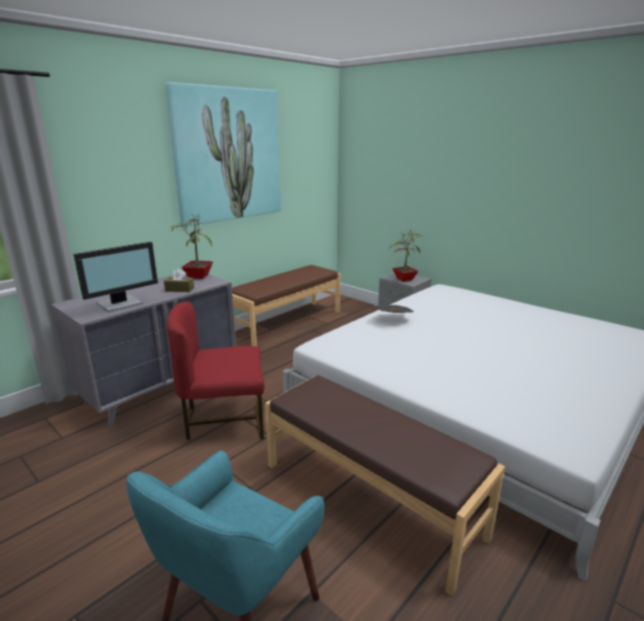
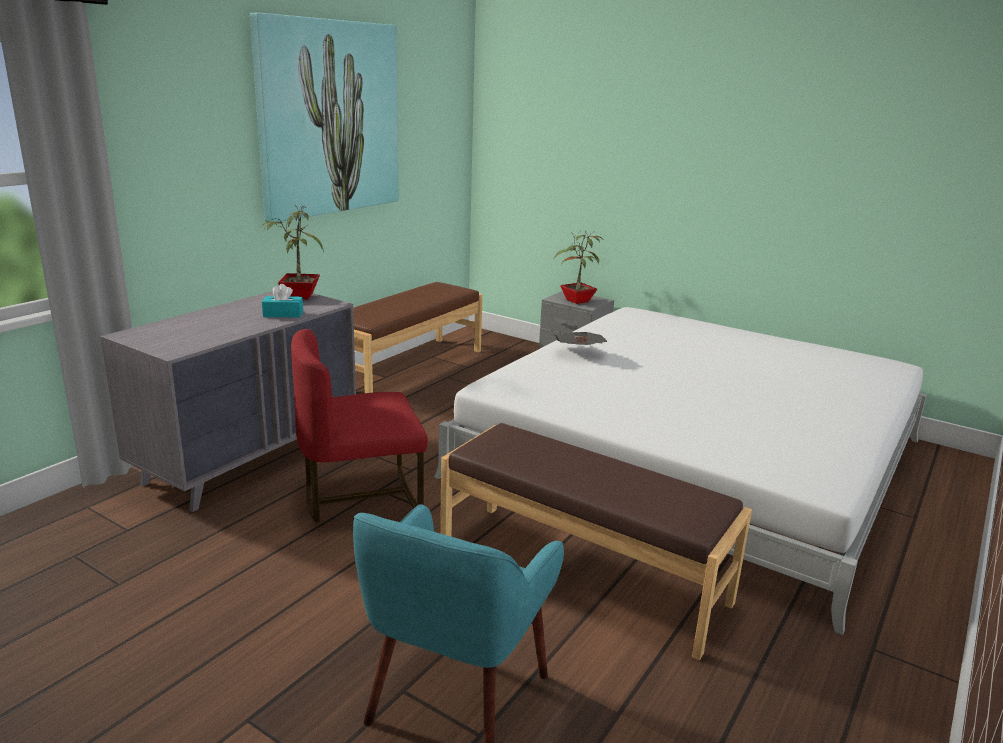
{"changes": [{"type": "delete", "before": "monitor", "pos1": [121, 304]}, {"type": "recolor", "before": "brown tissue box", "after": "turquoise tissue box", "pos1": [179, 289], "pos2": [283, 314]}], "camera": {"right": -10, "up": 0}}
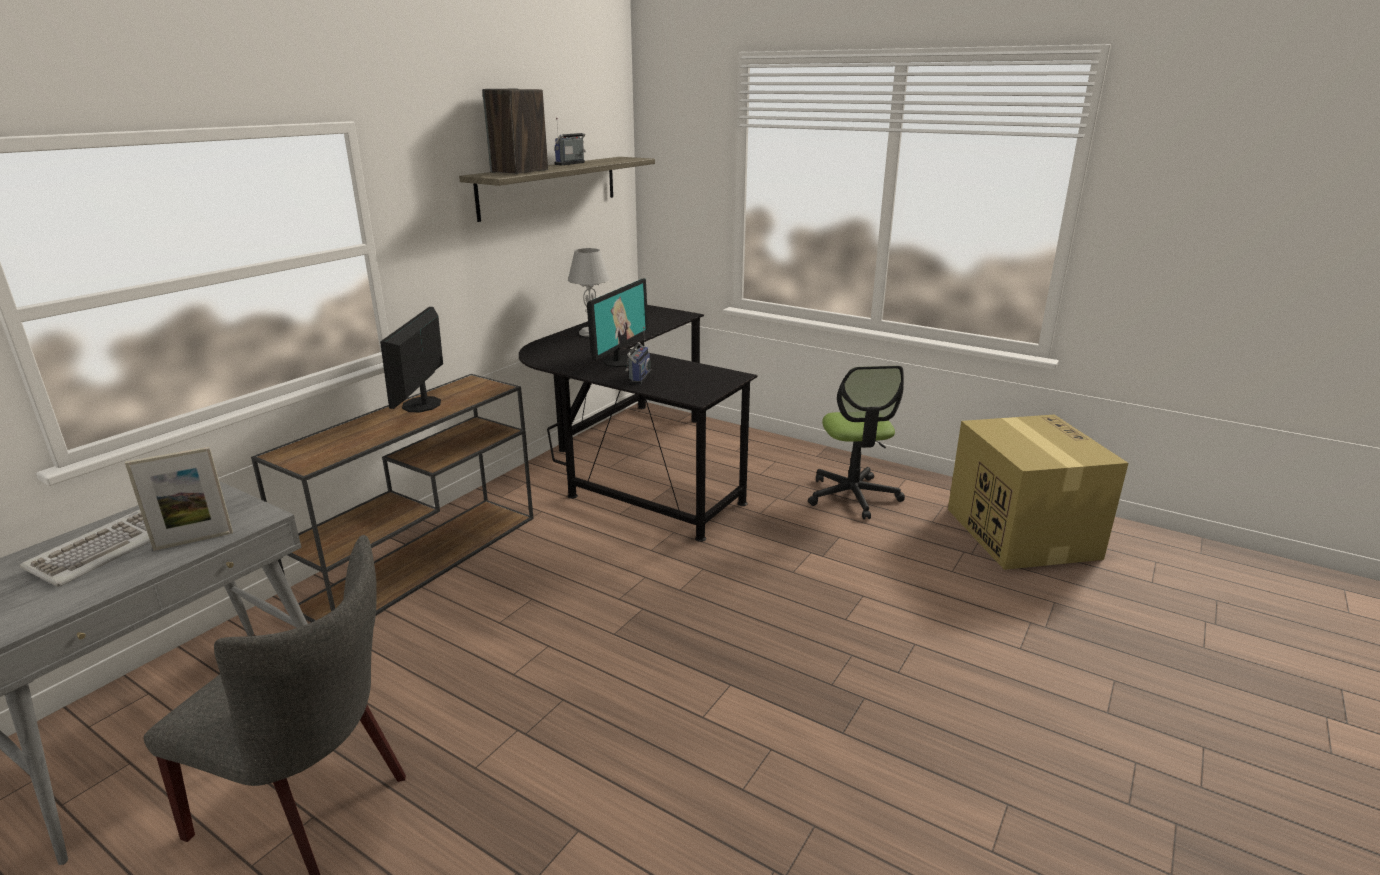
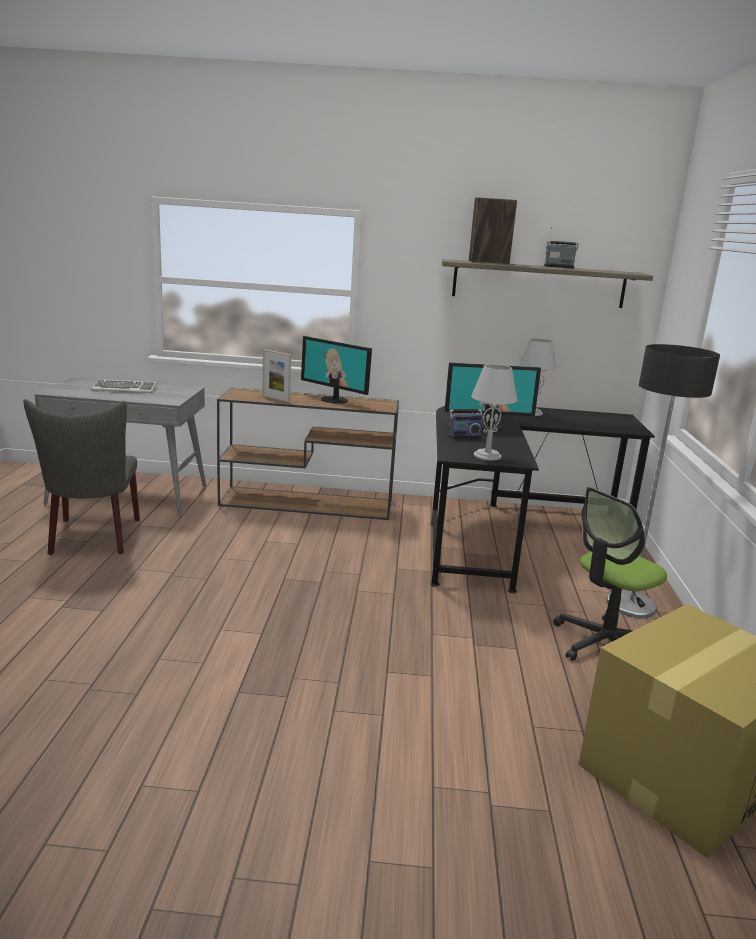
{"changes": [{"type": "insert", "after": "grey table lamp", "pos2": [487, 456]}, {"type": "insert", "after": "floor lamp", "pos2": [631, 605]}, {"type": "move", "before": "picture frame", "pos1": [194, 541], "pos2": [276, 399]}, {"type": "rotate", "before": "monitor", "pos1": [422, 404], "pos2": [334, 400], "turn": -120}], "camera": {"right": 60, "up": -5}}
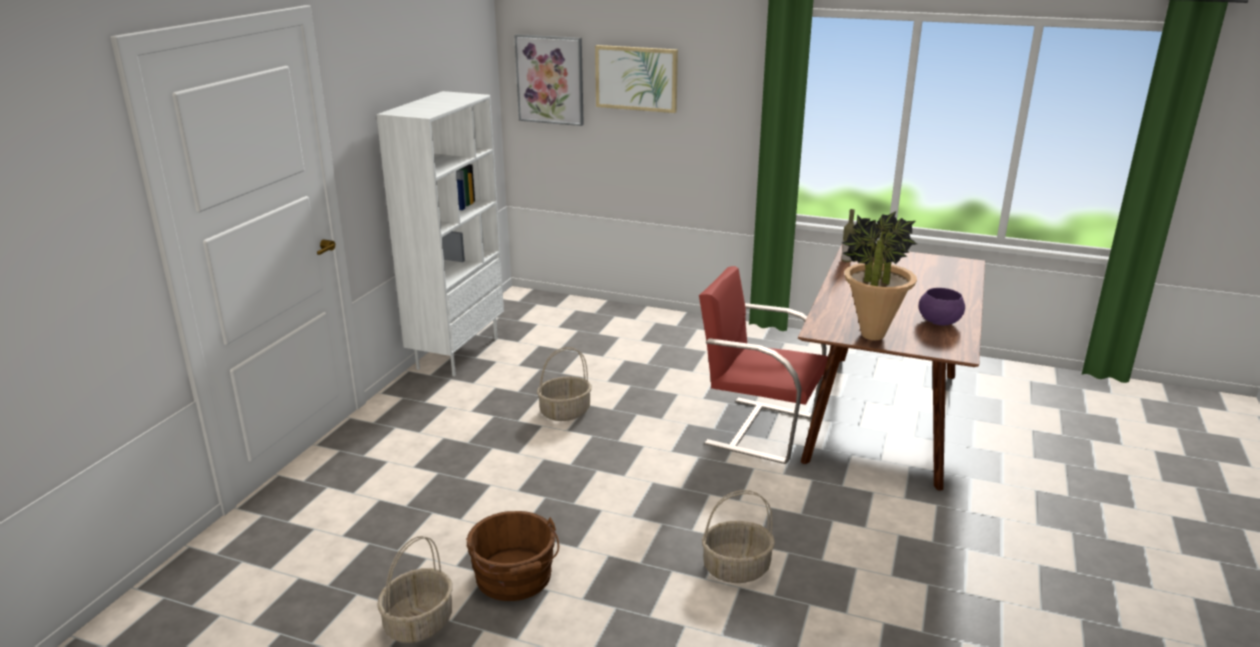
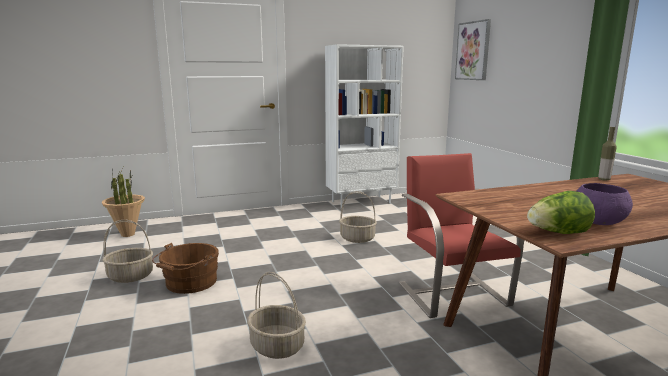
{"changes": [{"type": "delete", "before": "picture", "pos1": [636, 78]}, {"type": "insert", "after": "lettuce", "pos2": [558, 233]}, {"type": "move", "before": "potted plant", "pos1": [872, 335], "pos2": [127, 234]}], "camera": {"right": 50, "up": -10}}
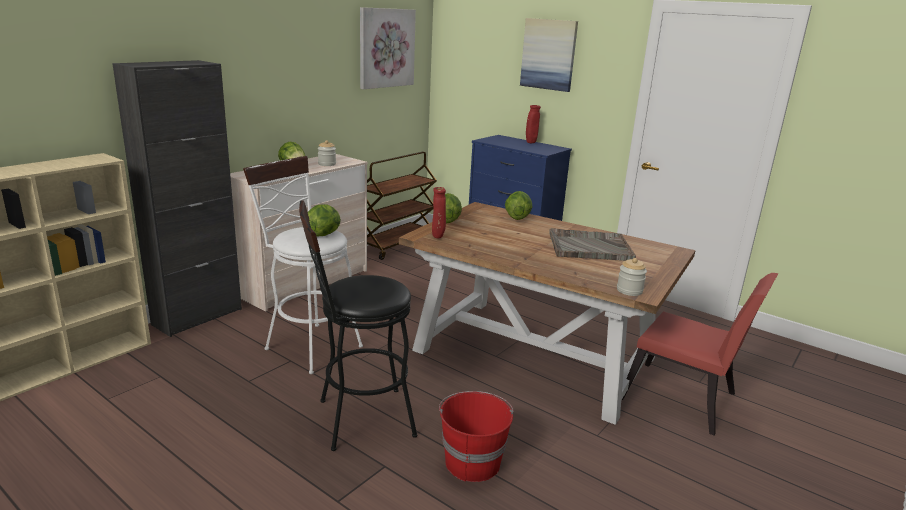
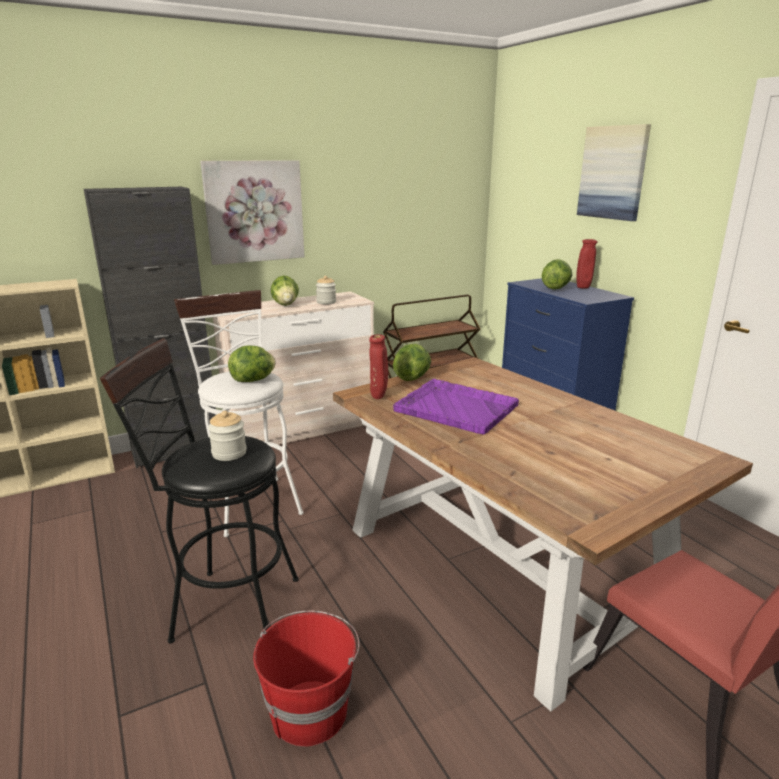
{"changes": [{"type": "delete", "before": "grey tray", "pos1": [589, 247]}, {"type": "insert", "after": "purple tray", "pos2": [455, 407]}, {"type": "move", "before": "picture", "pos1": [386, 48], "pos2": [254, 211]}, {"type": "move", "before": "lettuce", "pos1": [517, 217], "pos2": [555, 288]}, {"type": "move", "before": "jar", "pos1": [629, 290], "pos2": [229, 453]}], "camera": {"right": 25, "up": 0}}
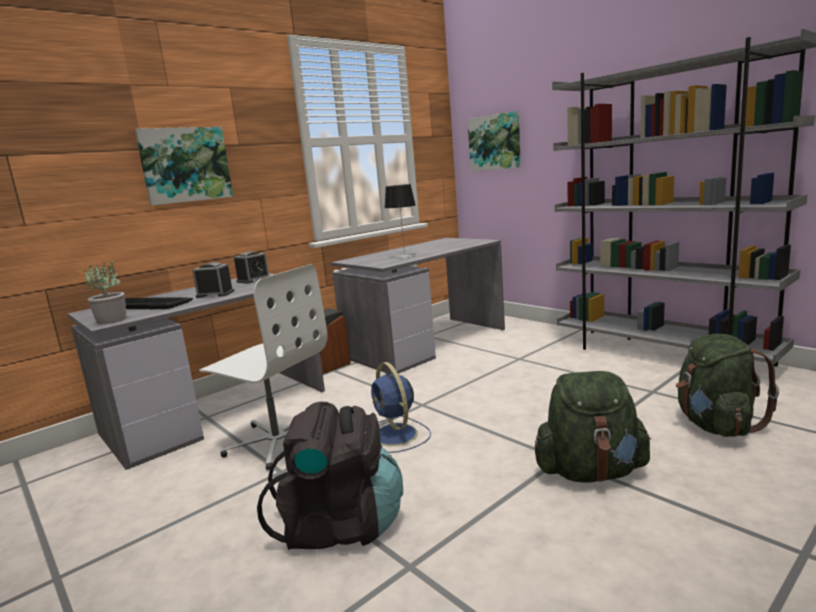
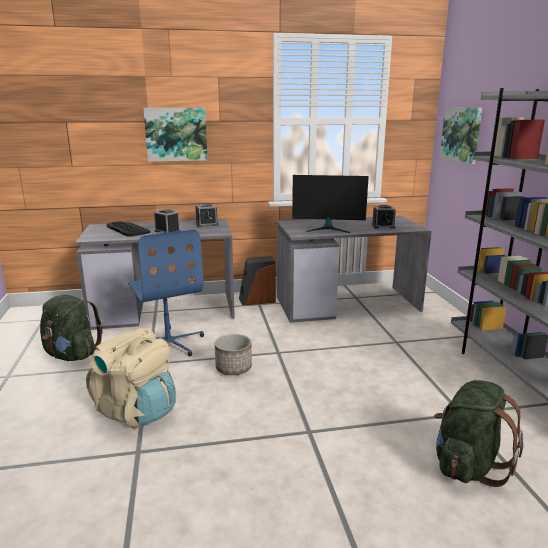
{"changes": [{"type": "delete", "before": "potted plant", "pos1": [112, 320]}, {"type": "insert", "after": "alarm clock", "pos2": [383, 226]}, {"type": "move", "before": "green backpack", "pos1": [591, 472], "pos2": [72, 355]}, {"type": "replace", "before": "blue fan", "after": "planter", "pos1": [396, 436], "pos2": [234, 368]}, {"type": "replace", "before": "table lamp", "after": "monitor", "pos1": [404, 256], "pos2": [328, 229]}, {"type": "recolor", "before": "white office chair", "after": "blue office chair", "pos1": [277, 442], "pos2": [169, 343]}, {"type": "recolor", "before": "black backpack", "after": "beige backpack", "pos1": [340, 525], "pos2": [137, 411]}], "camera": {"right": 30, "up": 5}}
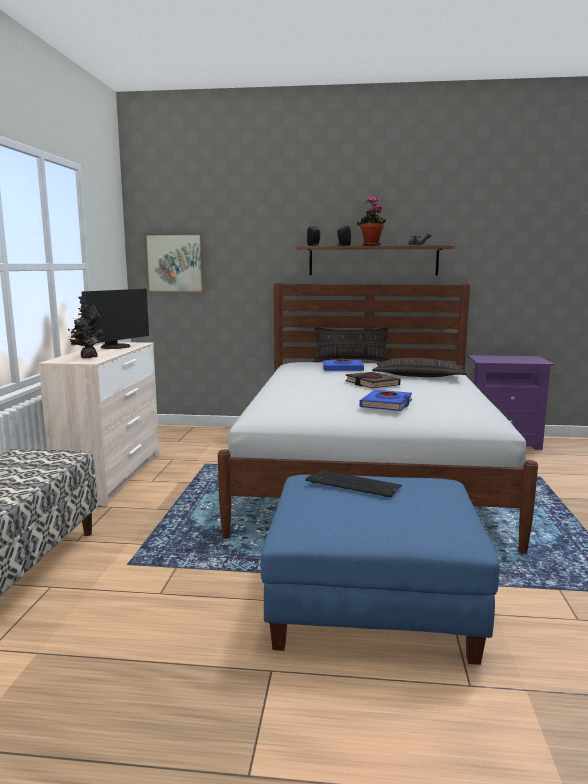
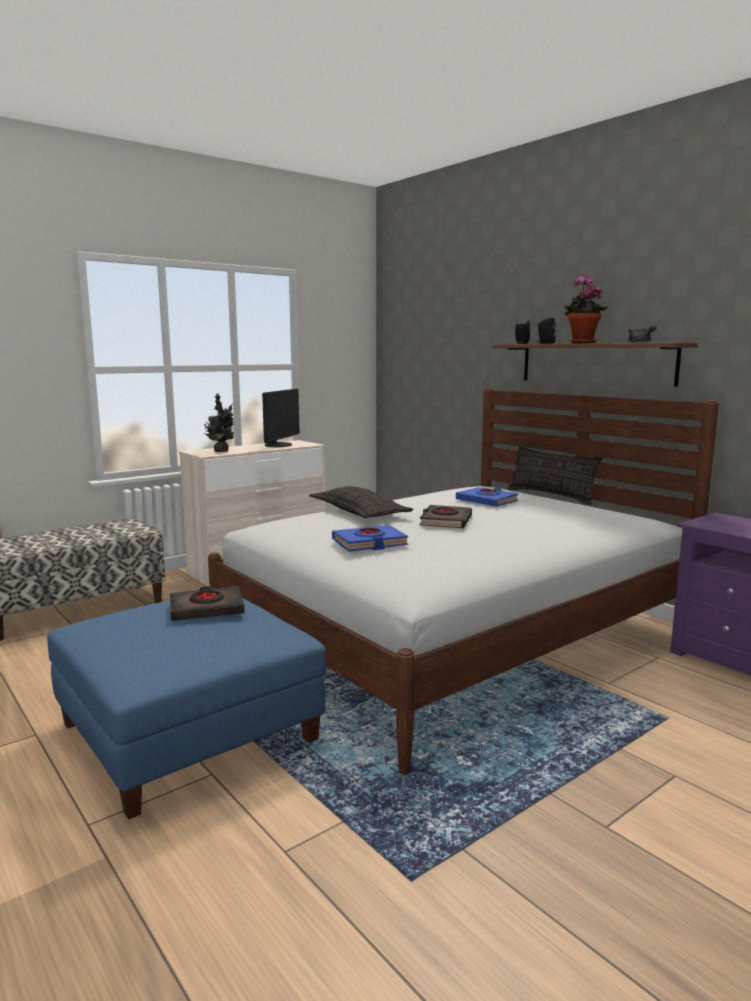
{"changes": [{"type": "delete", "before": "picture", "pos1": [175, 263]}, {"type": "move", "before": "pillow", "pos1": [418, 376], "pos2": [359, 512]}, {"type": "replace", "before": "keyboard", "after": "black book", "pos1": [353, 484], "pos2": [206, 609]}, {"type": "rotate", "before": "monitor", "pos1": [117, 347], "pos2": [280, 445], "turn": -60}], "camera": {"right": 45, "up": 0}}
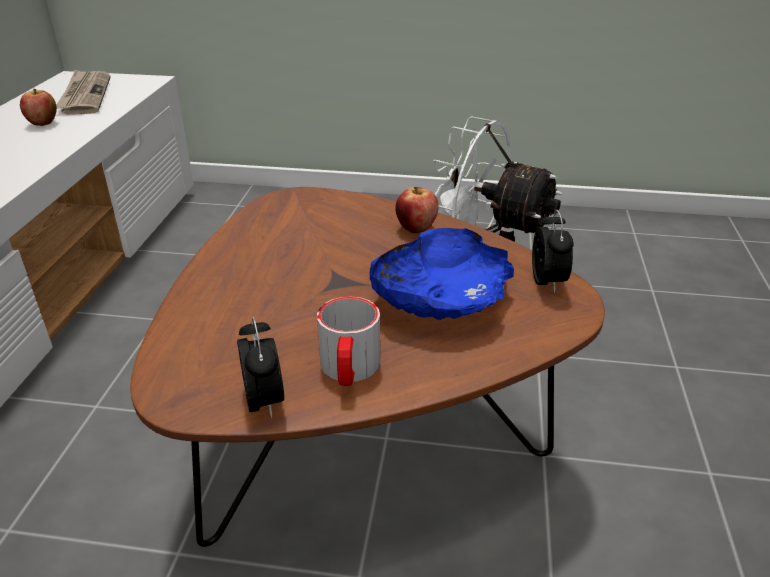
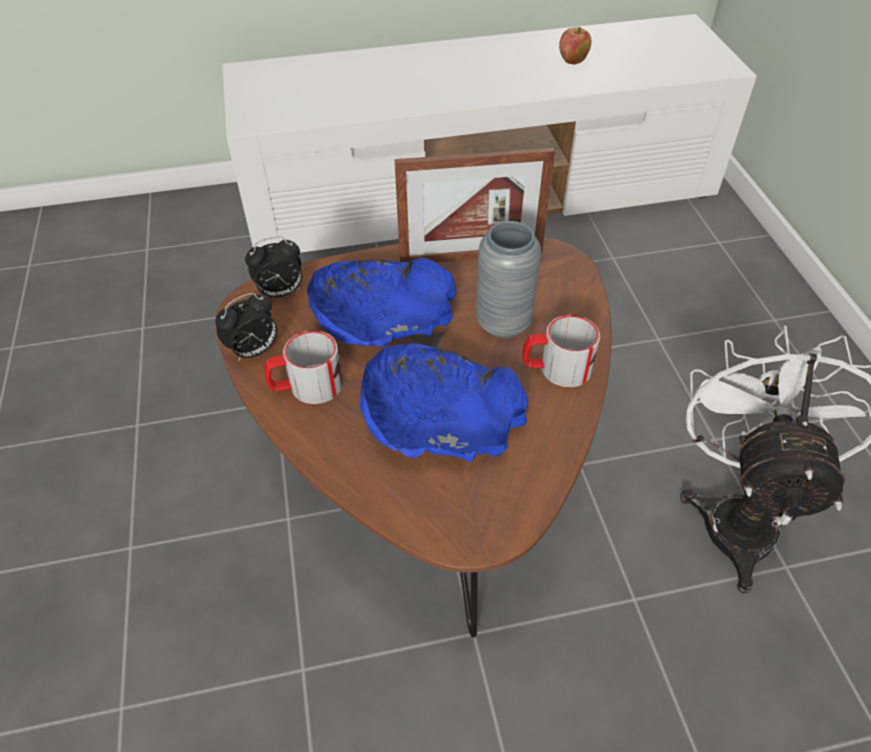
{"changes": [{"type": "delete", "before": "newspaper", "pos1": [85, 95]}, {"type": "insert", "after": "blue bowl", "pos2": [383, 318]}, {"type": "insert", "after": "picture frame", "pos2": [471, 257]}, {"type": "insert", "after": "grey vase", "pos2": [503, 323]}, {"type": "move", "before": "alarm clock", "pos1": [547, 282], "pos2": [280, 293]}, {"type": "replace", "before": "apple", "after": "mug", "pos1": [416, 229], "pos2": [556, 368]}], "camera": {"right": 70, "up": 15}}
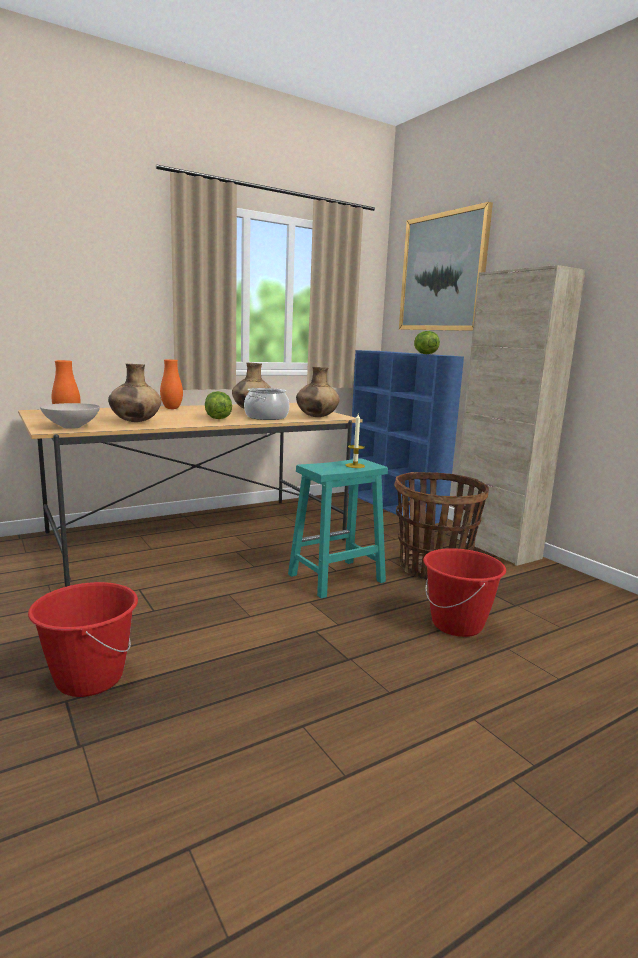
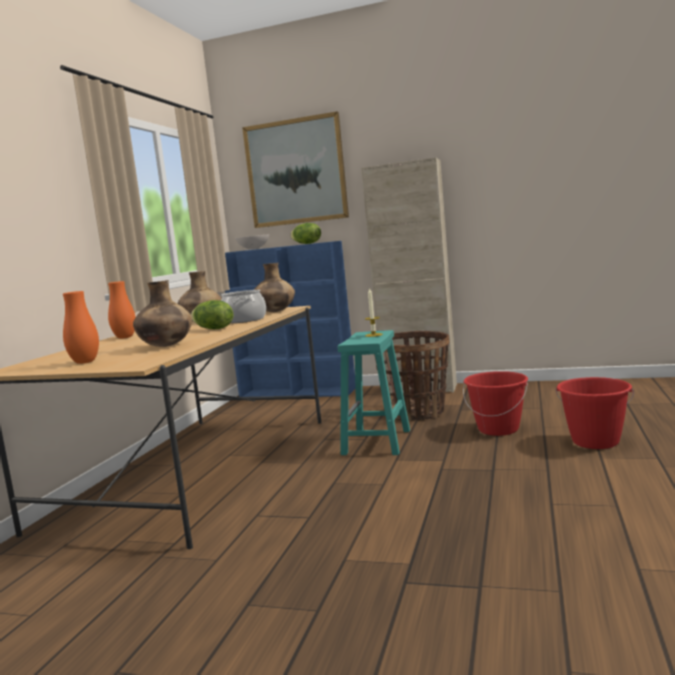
{"changes": [{"type": "move", "before": "red bucket", "pos1": [89, 679], "pos2": [595, 442]}, {"type": "move", "before": "white bowl", "pos1": [70, 427], "pos2": [253, 249]}], "camera": {"right": -40, "up": -5}}
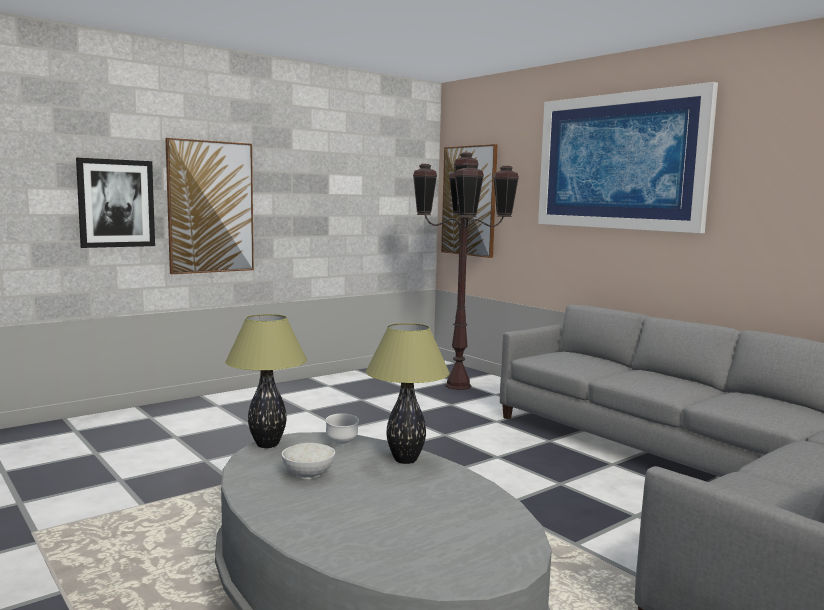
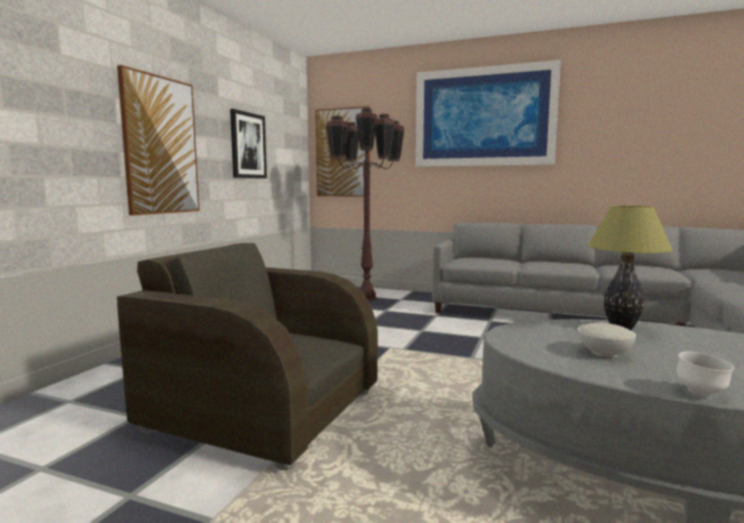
{"changes": [{"type": "delete", "before": "table lamp", "pos1": [267, 445]}, {"type": "insert", "after": "brown armchair", "pos2": [262, 410]}, {"type": "move", "before": "picture", "pos1": [116, 203], "pos2": [248, 145]}, {"type": "move", "before": "white bowl", "pos1": [342, 443], "pos2": [701, 393]}], "camera": {"right": -30, "up": 0}}
